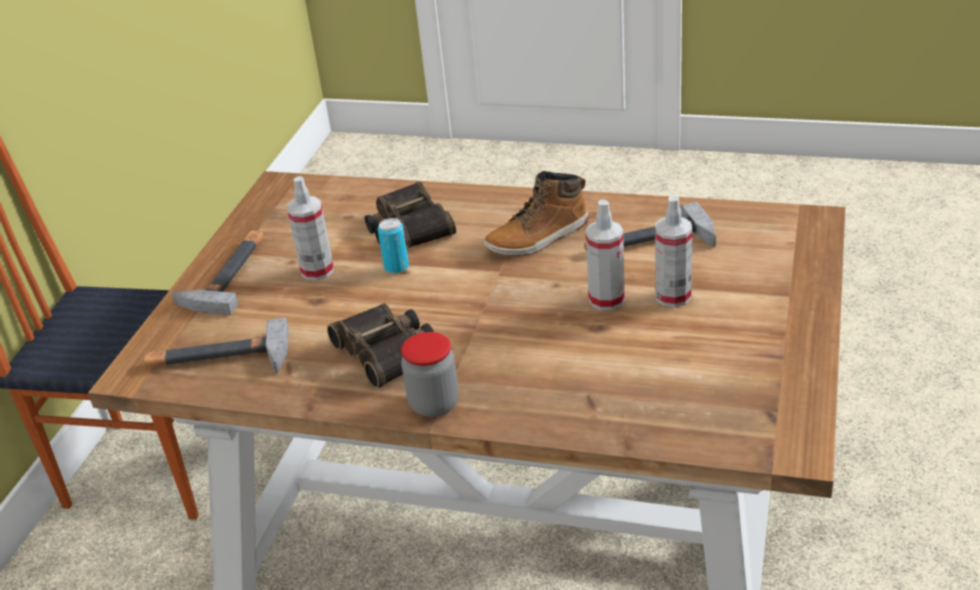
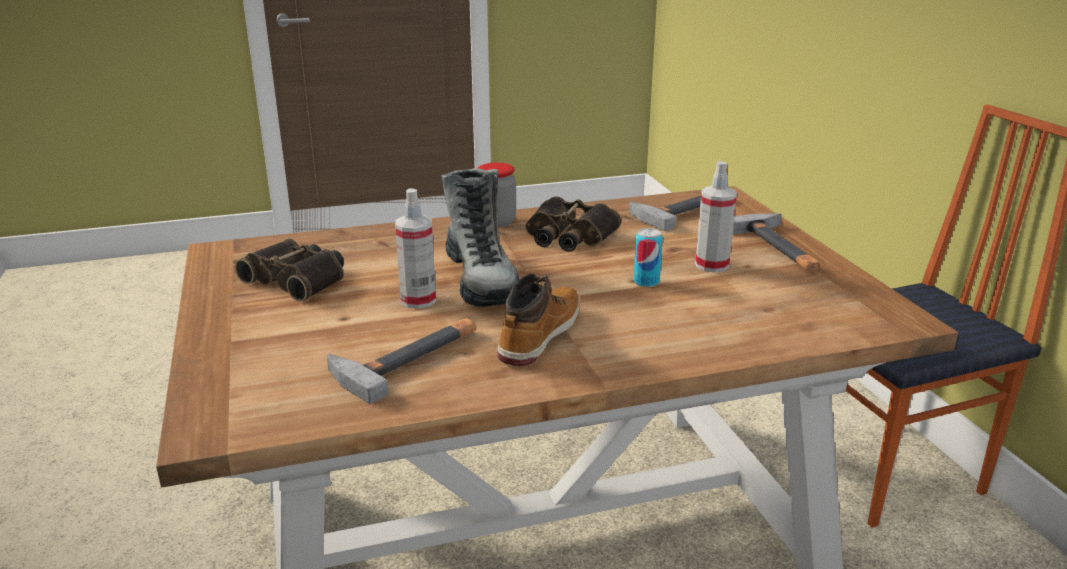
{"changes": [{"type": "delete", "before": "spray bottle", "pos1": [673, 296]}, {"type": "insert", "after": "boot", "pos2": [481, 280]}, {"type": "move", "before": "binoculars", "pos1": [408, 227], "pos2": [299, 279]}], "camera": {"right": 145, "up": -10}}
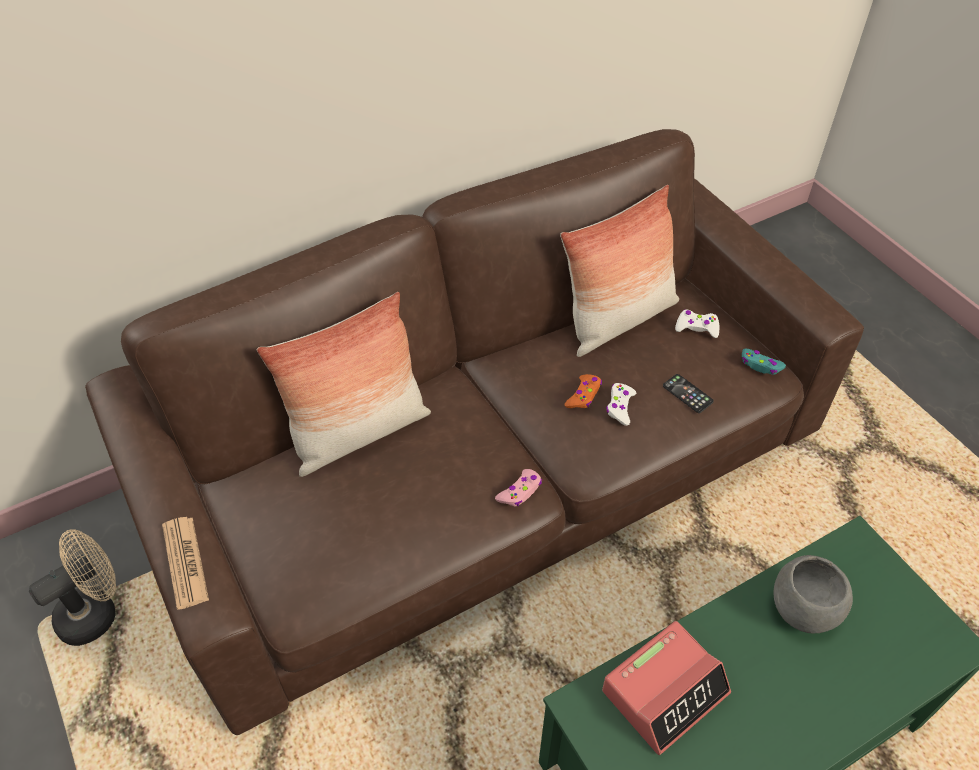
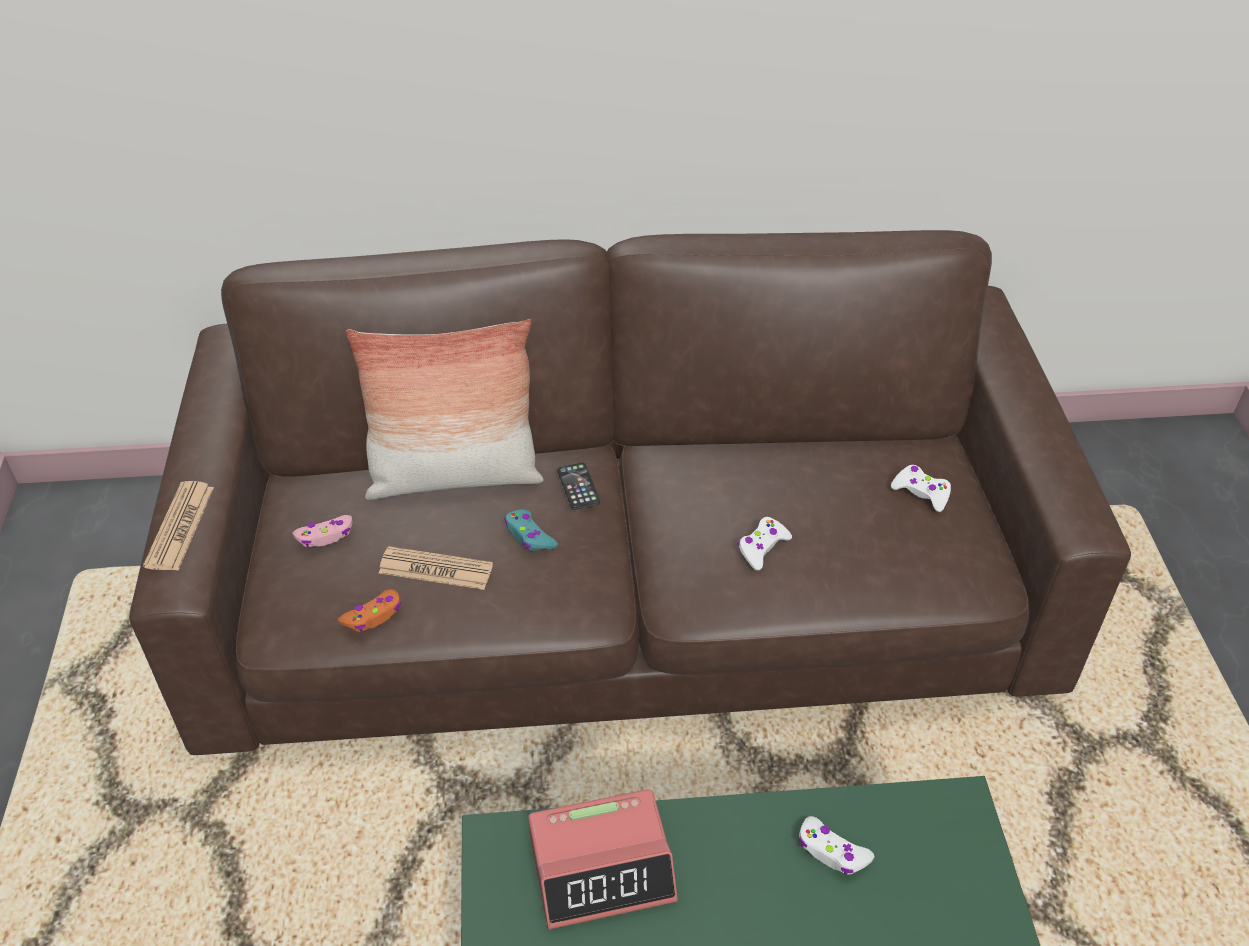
{"changes": [{"type": "delete", "before": "beige fan", "pos1": [96, 611]}, {"type": "delete", "before": "pillow", "pos1": [618, 319]}, {"type": "insert", "after": "newspaper", "pos2": [436, 569]}, {"type": "move", "before": "pink game controller", "pos1": [520, 492], "pos2": [325, 536]}, {"type": "move", "before": "orange game controller", "pos1": [583, 395], "pos2": [373, 616]}, {"type": "move", "before": "phone", "pos1": [687, 394], "pos2": [578, 486]}, {"type": "move", "before": "turquoise game controller", "pos1": [760, 365], "pos2": [529, 536]}, {"type": "replace", "before": "grey bowl", "after": "white game controller", "pos1": [802, 610], "pos2": [832, 852]}], "camera": {"right": 25, "up": -5}}
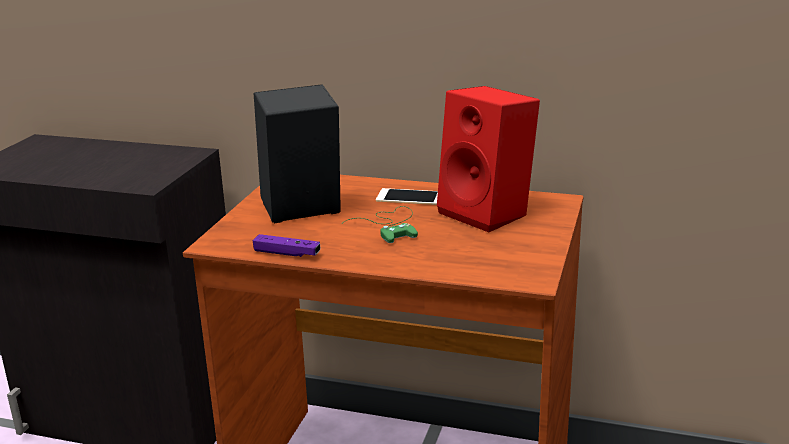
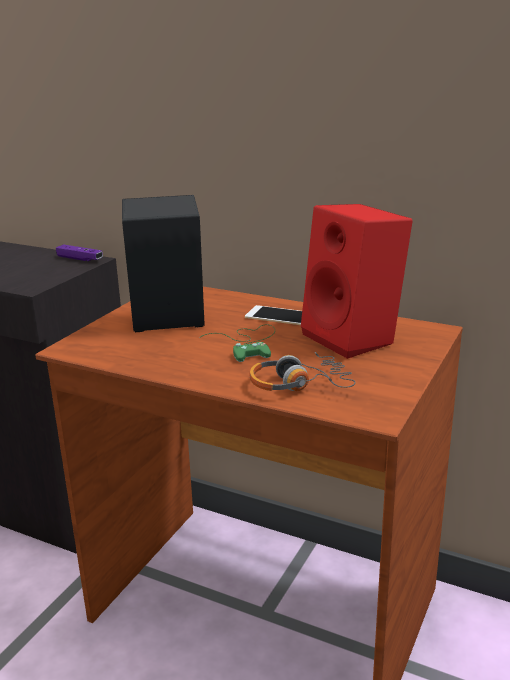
{"changes": [{"type": "insert", "after": "headphones", "pos2": [299, 384]}, {"type": "move", "before": "purple game controller", "pos1": [287, 253], "pos2": [80, 259]}], "camera": {"right": 10, "up": 0}}
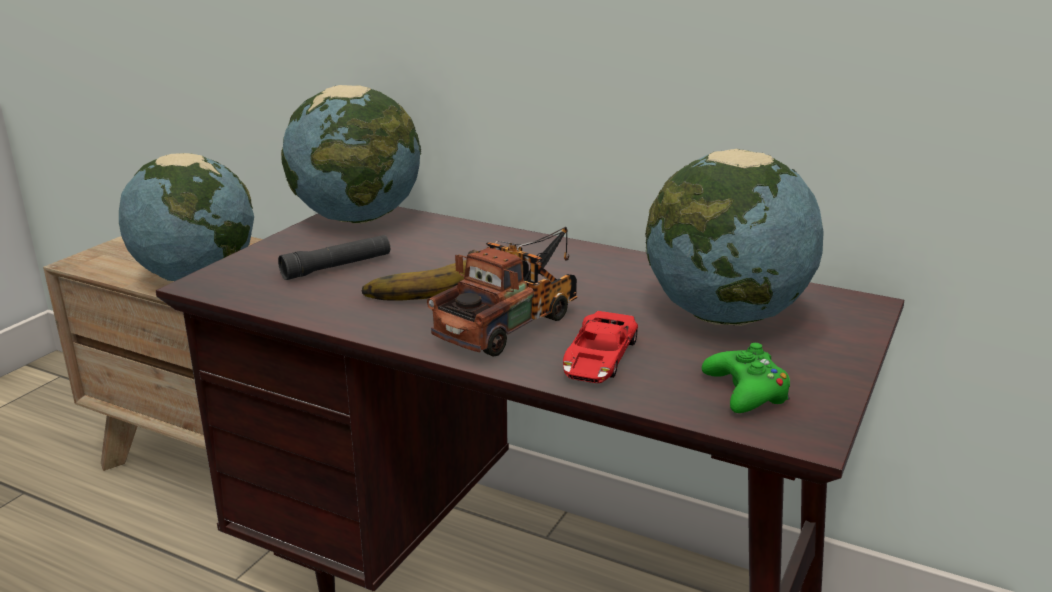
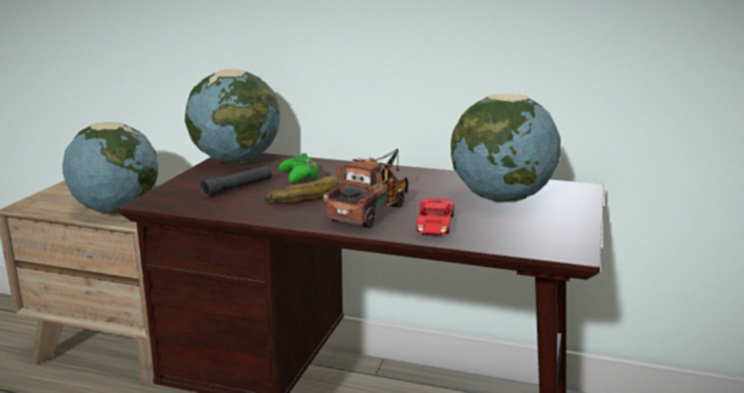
{"changes": [{"type": "move", "before": "green game controller", "pos1": [746, 392], "pos2": [299, 176]}], "camera": {"right": -10, "up": -5}}
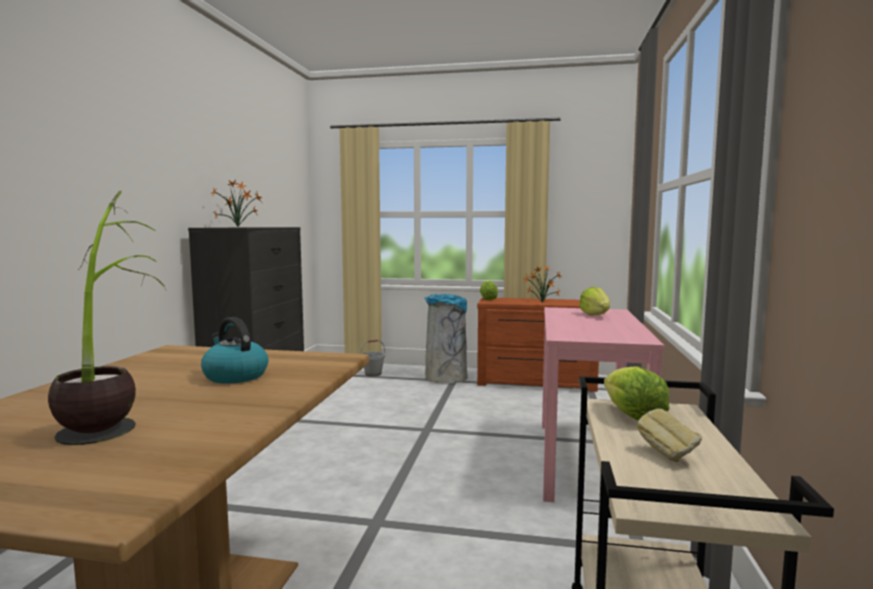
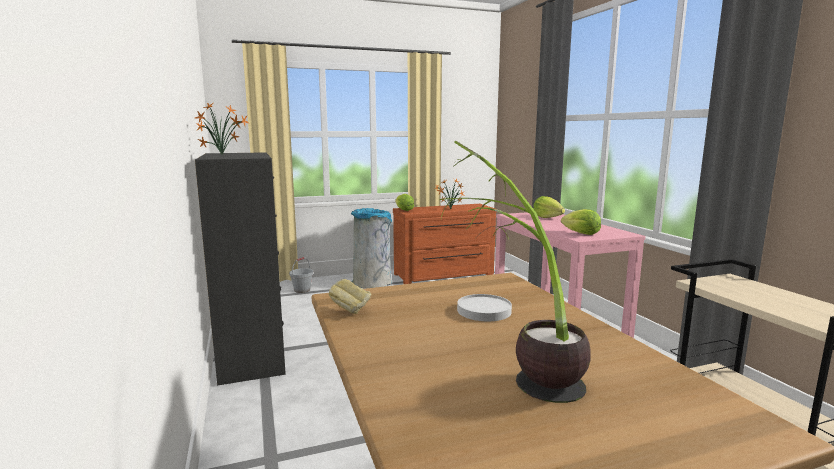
{"changes": [{"type": "move", "before": "lettuce", "pos1": [632, 416], "pos2": [581, 233]}, {"type": "move", "before": "bread", "pos1": [667, 454], "pos2": [350, 310]}, {"type": "replace", "before": "kettle", "after": "white plate", "pos1": [234, 376], "pos2": [484, 311]}], "camera": {"right": -30, "up": 5}}
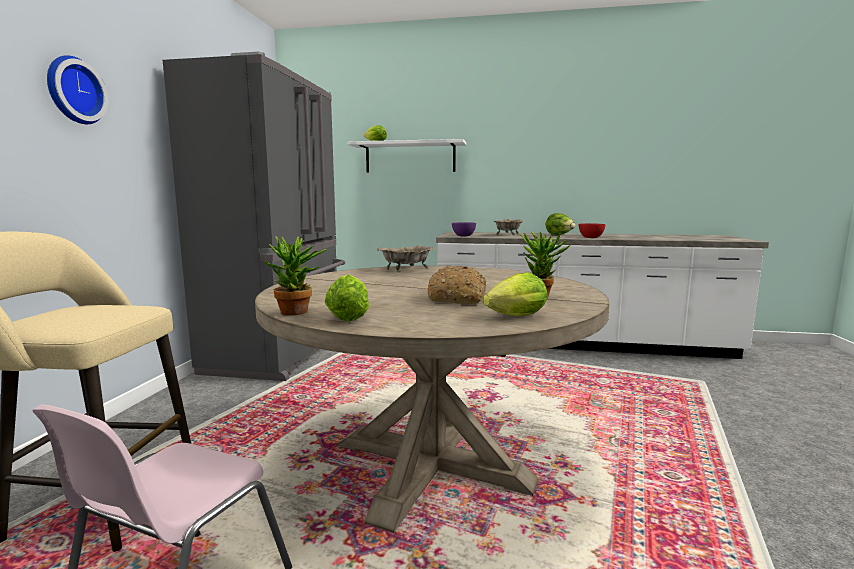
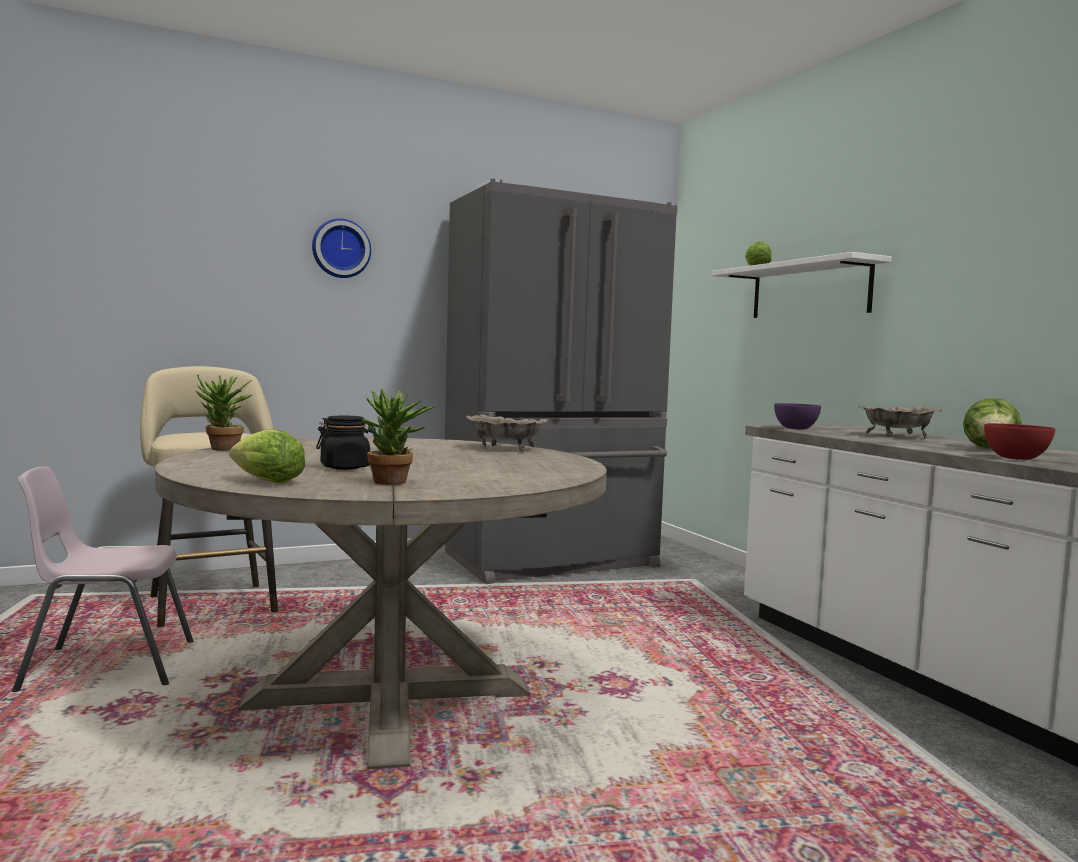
{"changes": [{"type": "delete", "before": "lettuce", "pos1": [348, 316]}, {"type": "replace", "before": "bread", "after": "black jar", "pos1": [457, 298], "pos2": [345, 467]}], "camera": {"right": 55, "up": -5}}
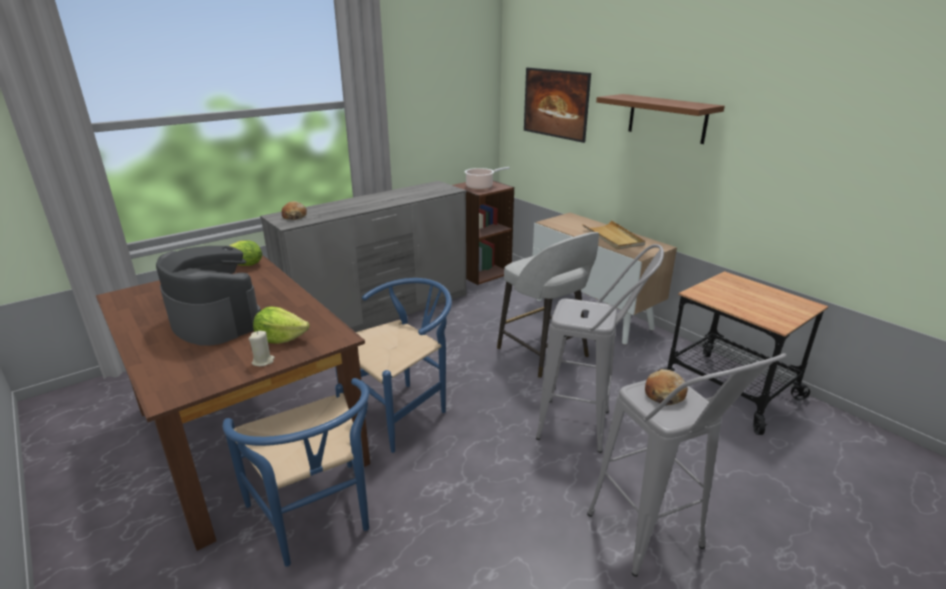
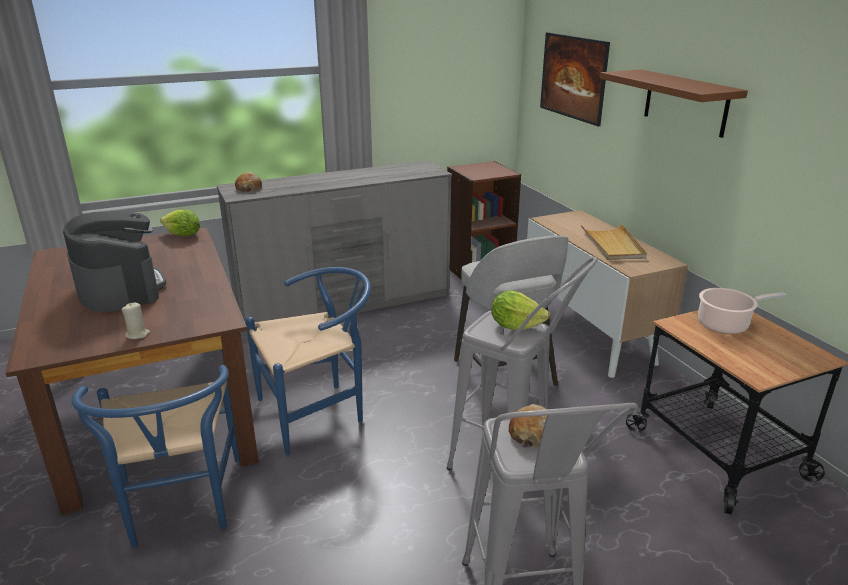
{"changes": [{"type": "move", "before": "lettuce", "pos1": [280, 339], "pos2": [515, 326]}, {"type": "move", "before": "cooking pot", "pos1": [481, 187], "pos2": [726, 324]}], "camera": {"right": 15, "up": 0}}
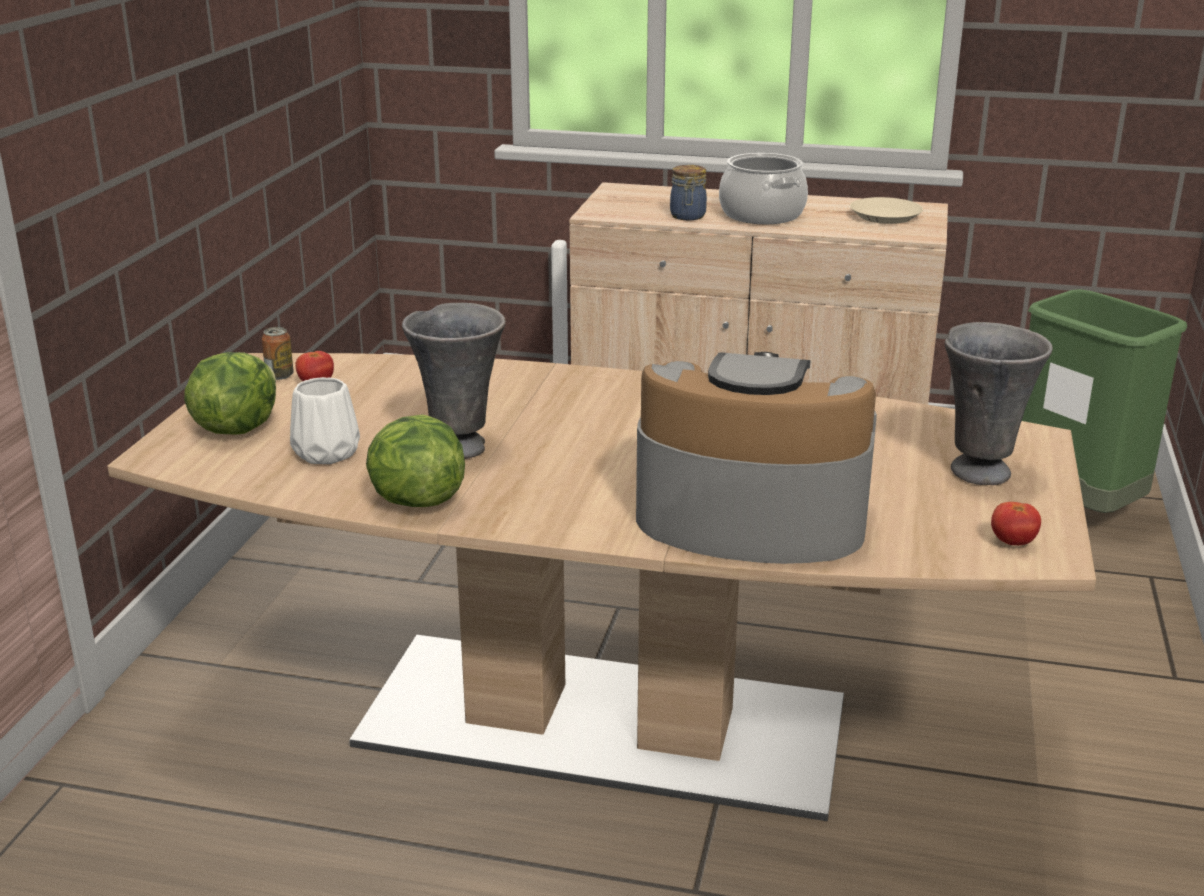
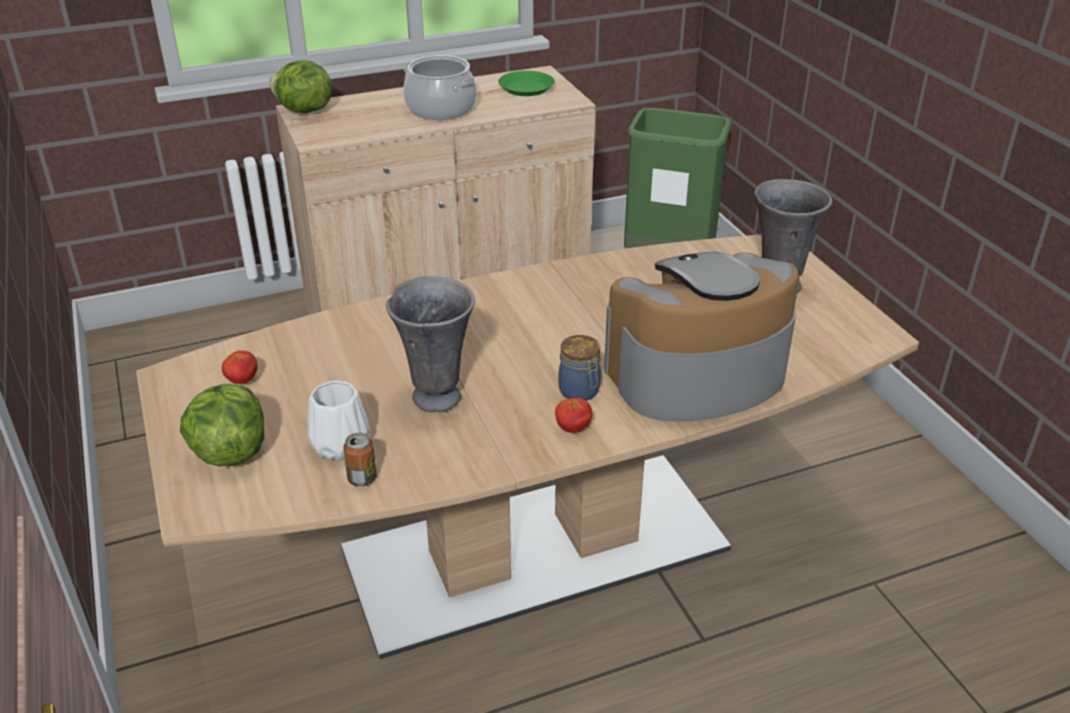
{"changes": [{"type": "move", "before": "can", "pos1": [280, 375], "pos2": [362, 479]}, {"type": "move", "before": "lettuce", "pos1": [415, 500], "pos2": [303, 111]}, {"type": "move", "before": "jar", "pos1": [687, 216], "pos2": [580, 392]}, {"type": "move", "before": "tomato", "pos1": [1012, 542], "pos2": [573, 428]}, {"type": "recolor", "before": "beige plate", "after": "green plate", "pos1": [886, 216], "pos2": [527, 88]}], "camera": {"right": -35, "up": 10}}
